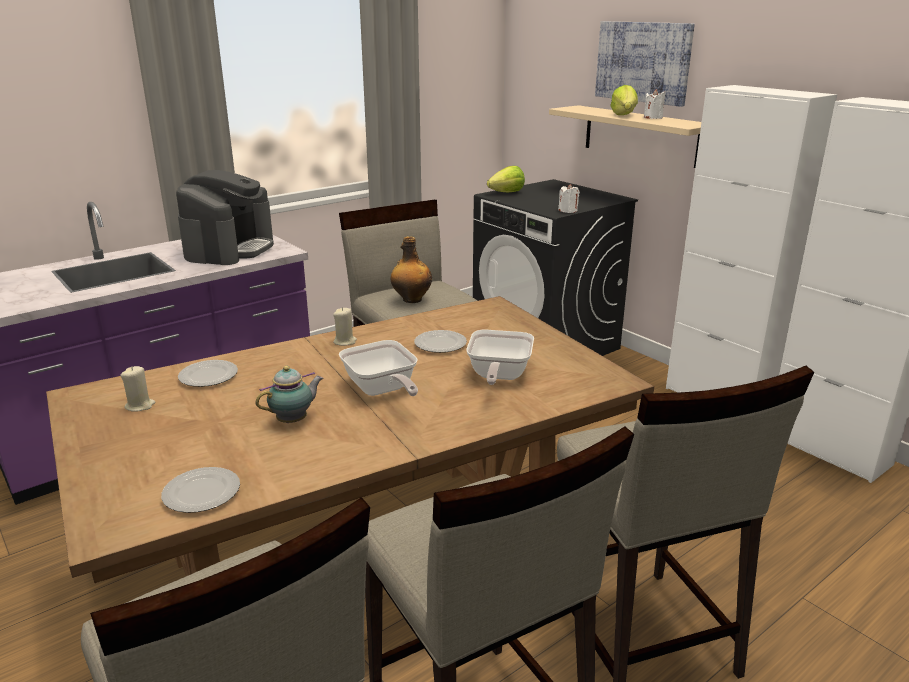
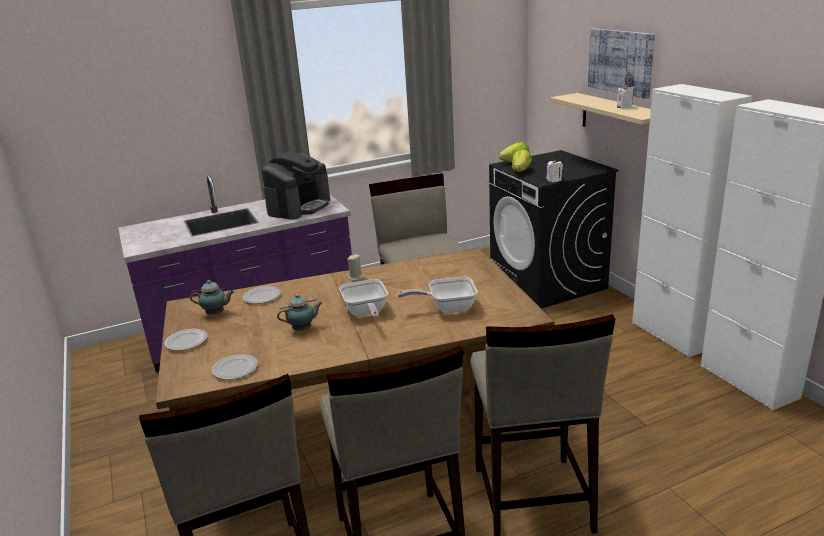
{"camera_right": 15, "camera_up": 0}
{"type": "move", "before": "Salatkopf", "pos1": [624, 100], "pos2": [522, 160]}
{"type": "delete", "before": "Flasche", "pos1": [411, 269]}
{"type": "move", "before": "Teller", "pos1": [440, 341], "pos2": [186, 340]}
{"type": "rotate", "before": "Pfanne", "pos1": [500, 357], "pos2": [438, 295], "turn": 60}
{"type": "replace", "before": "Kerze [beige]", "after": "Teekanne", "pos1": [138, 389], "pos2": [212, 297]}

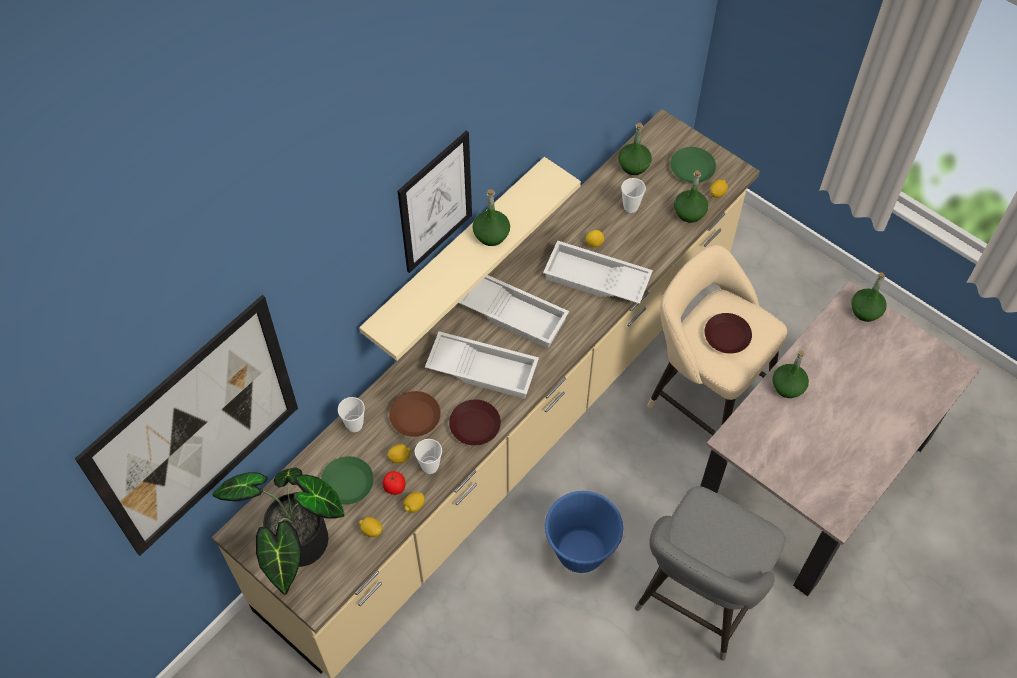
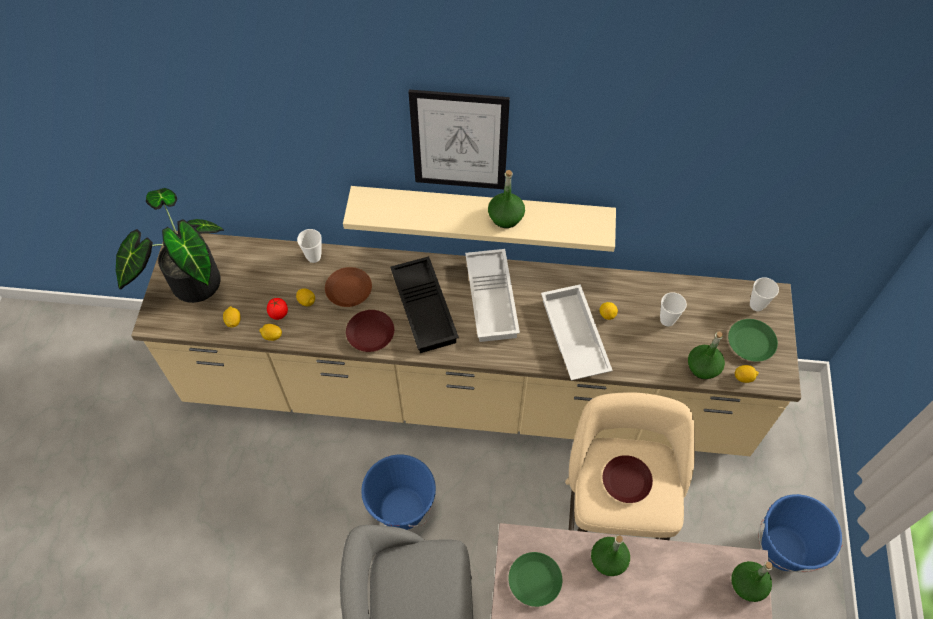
{"camera_right": 55, "camera_up": 0}
{"type": "delete", "before": "Flasche [grün]", "pos1": [635, 148]}
{"type": "delete", "before": "Bild", "pos1": [186, 425]}
{"type": "recolor", "before": "Tablett [weiß]", "after": "Tablett [schwarz]", "pos1": [482, 365], "pos2": [424, 304]}
{"type": "move", "before": "Tasse", "pos1": [428, 456], "pos2": [764, 294]}
{"type": "move", "before": "Teller [grün]", "pos1": [347, 480], "pos2": [535, 579]}
{"type": "insert", "after": "Eimer [blau]", "pos2": [800, 533]}

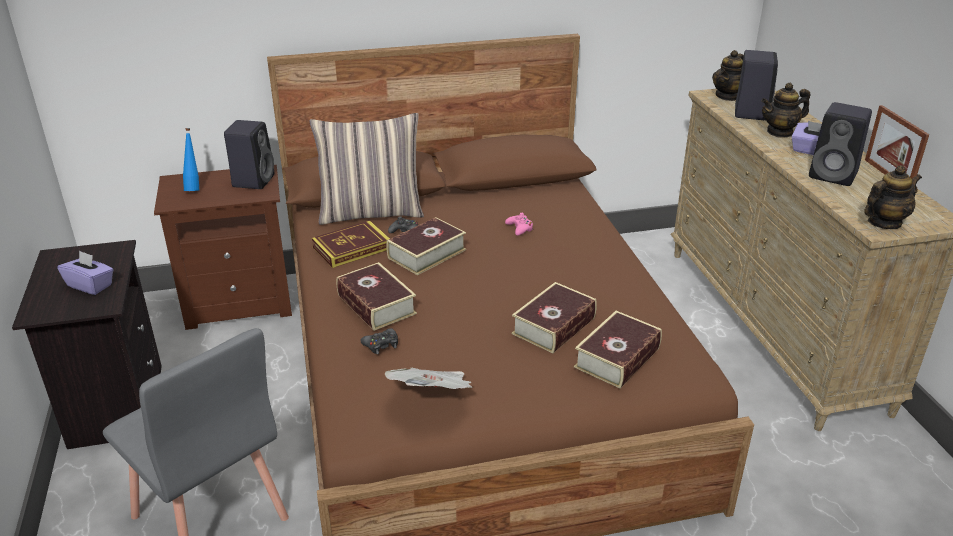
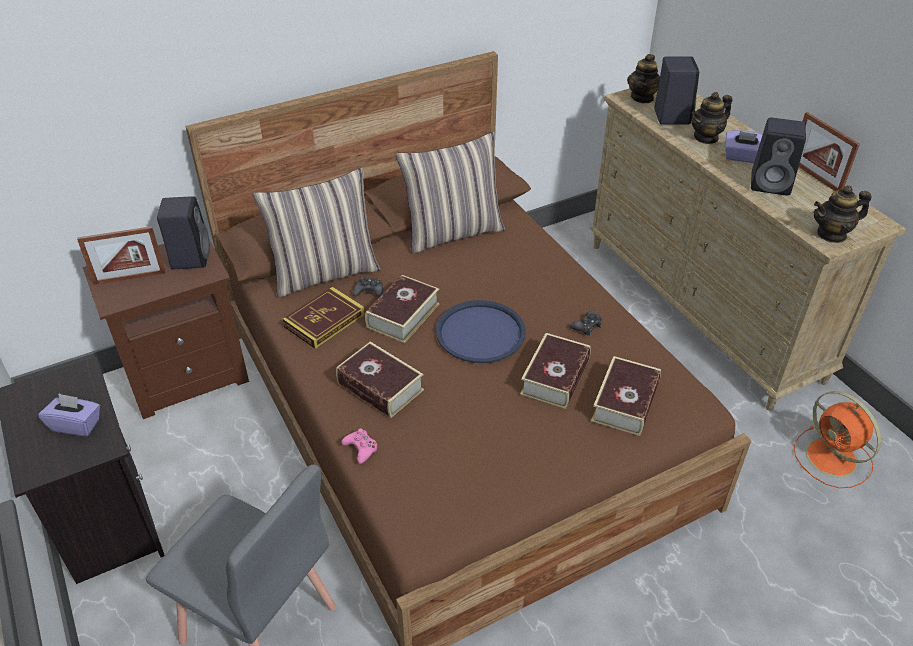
{"camera_right": -15, "camera_up": 10}
{"type": "replace", "before": "Flasche [blau]", "after": "Bilderrahmen", "pos1": [191, 159], "pos2": [121, 255]}
{"type": "rotate", "before": "Teekanne", "pos1": [893, 197], "pos2": [842, 214], "turn": -150}
{"type": "move", "before": "Gamepad [rosa]", "pos1": [519, 224], "pos2": [359, 446]}
{"type": "move", "before": "Gamepad [schwarz]", "pos1": [379, 341], "pos2": [586, 323]}
{"type": "delete", "before": "Zeitung", "pos1": [428, 378]}
{"type": "insert", "after": "Kissen", "pos2": [450, 193]}
{"type": "insert", "after": "Tablett [blau]", "pos2": [481, 331]}
{"type": "insert", "after": "Ventilator [orange]", "pos2": [837, 439]}

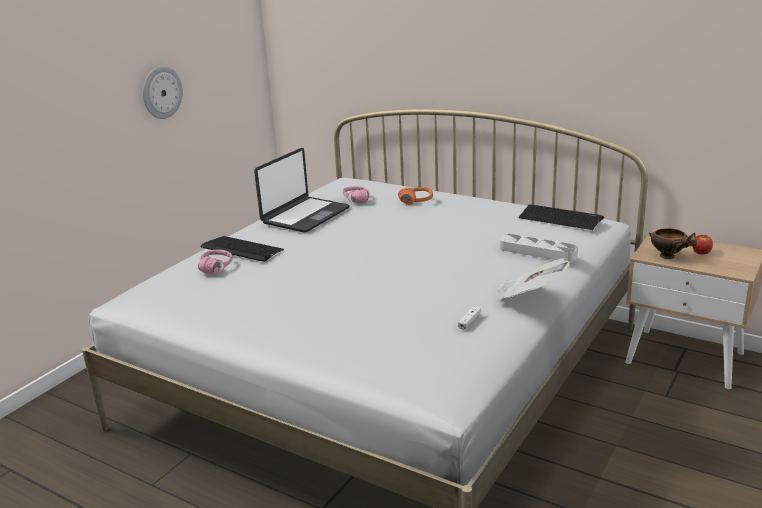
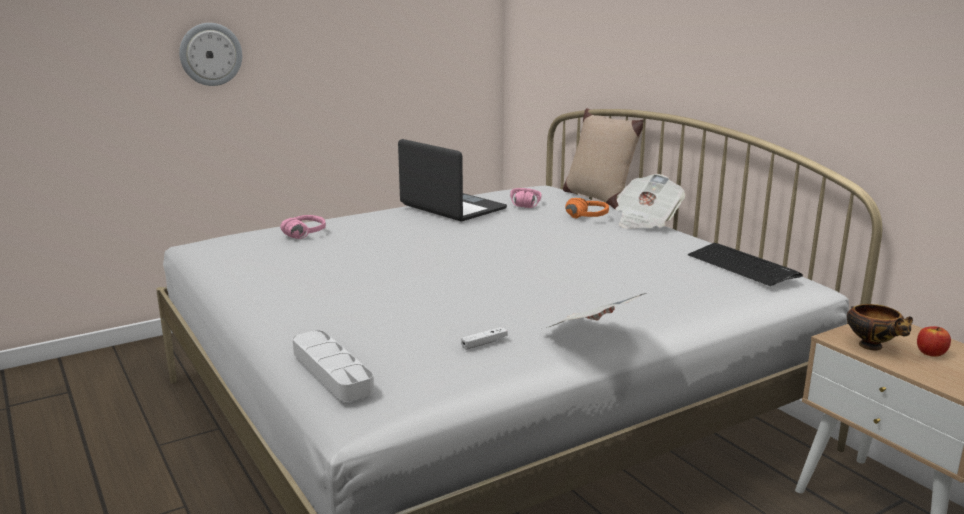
{"camera_right": 25, "camera_up": -5}
{"type": "move", "before": "Wanduhr", "pos1": [163, 92], "pos2": [210, 54]}
{"type": "rotate", "before": "Laptop", "pos1": [302, 190], "pos2": [452, 180], "turn": -105}
{"type": "move", "before": "Tablett [grau]", "pos1": [539, 248], "pos2": [333, 365]}
{"type": "delete", "before": "Tastatur", "pos1": [242, 249]}
{"type": "insert", "after": "Kissen [beige]", "pos2": [603, 159]}
{"type": "insert", "after": "Zeitung", "pos2": [650, 201]}

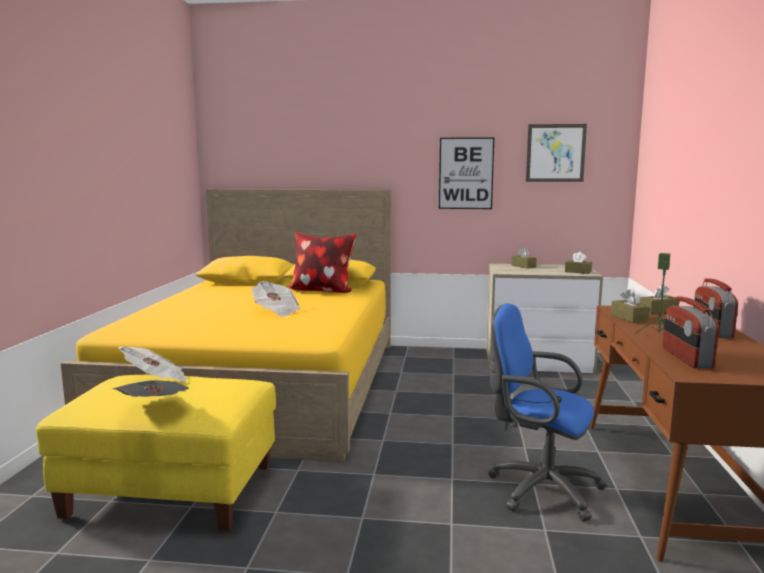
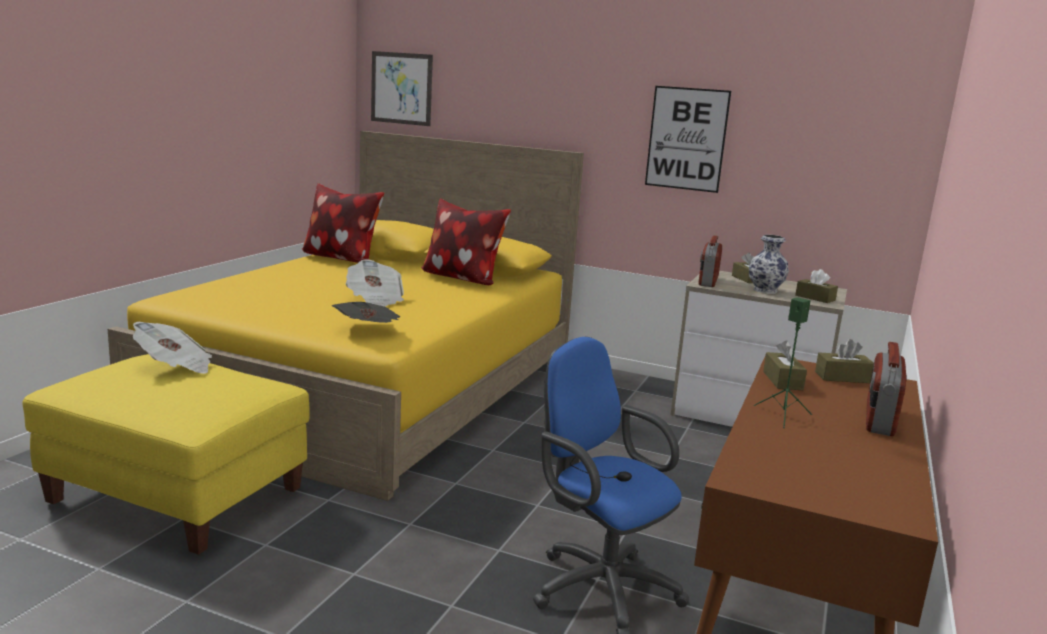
{"camera_right": 15, "camera_up": 5}
{"type": "move", "before": "Bild", "pos1": [556, 153], "pos2": [402, 88]}
{"type": "move", "before": "Radio", "pos1": [690, 332], "pos2": [710, 261]}
{"type": "move", "before": "Zeitung", "pos1": [150, 388], "pos2": [366, 312]}
{"type": "insert", "after": "Kissen", "pos2": [343, 223]}
{"type": "insert", "after": "Vase", "pos2": [769, 264]}

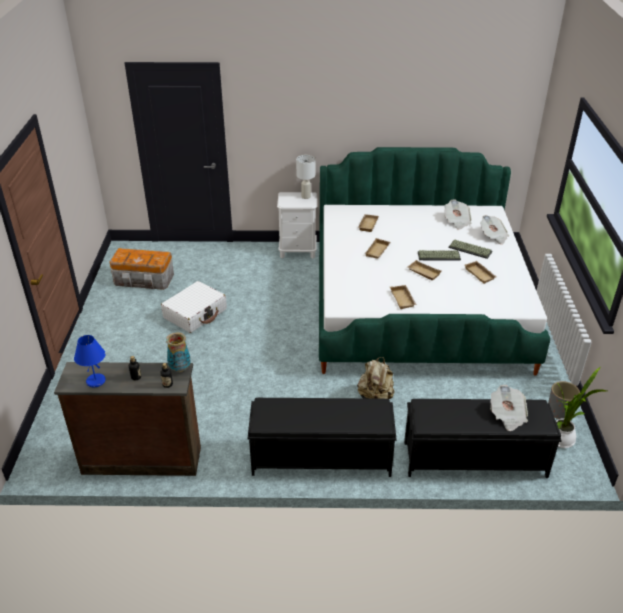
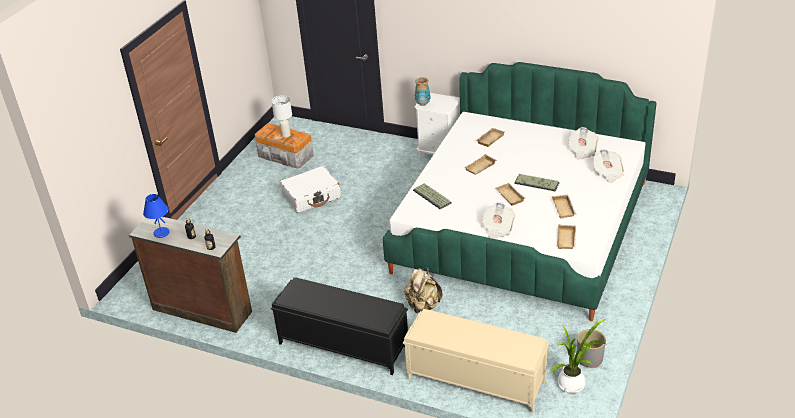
{"camera_right": 25, "camera_up": 0}
{"type": "move", "before": "Tischlampe [weiß]", "pos1": [305, 177], "pos2": [281, 116]}
{"type": "move", "before": "Tastatur", "pos1": [470, 249], "pos2": [432, 196]}
{"type": "move", "before": "Tablett [beige]", "pos1": [403, 297], "pos2": [566, 236]}
{"type": "move", "before": "Vase", "pos1": [178, 352], "pos2": [422, 91]}
{"type": "move", "before": "Zeitung", "pos1": [509, 408], "pos2": [499, 220]}
{"type": "recolor", "before": "Bank [schwarz]", "after": "Bank [beige]", "pos1": [483, 438], "pos2": [476, 361]}

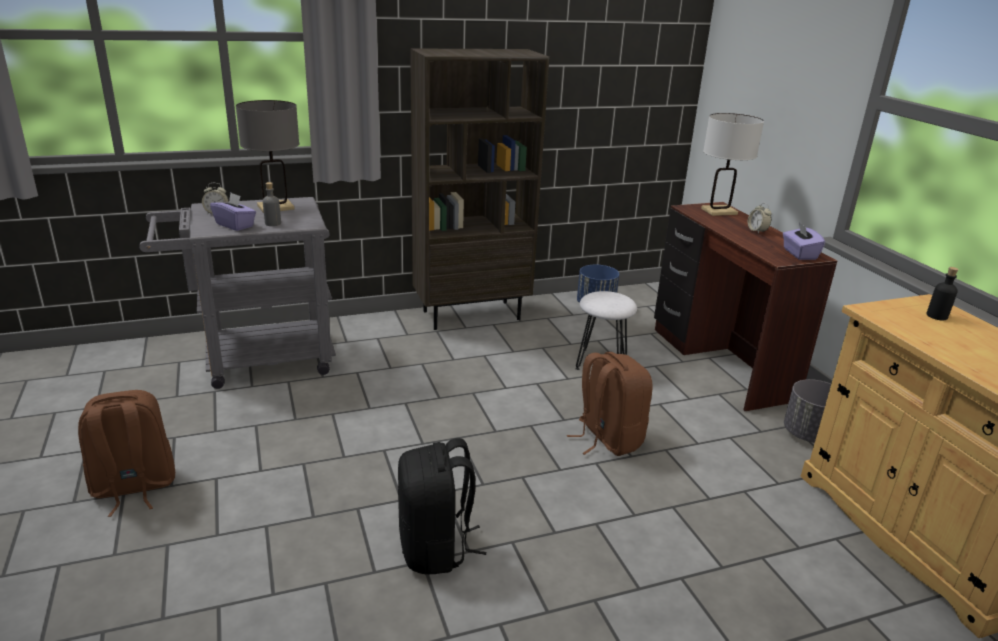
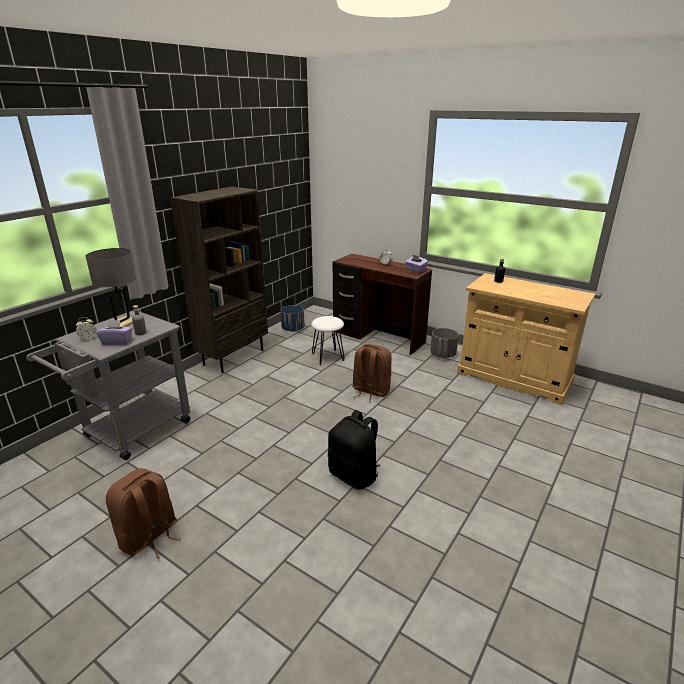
{"camera_right": -35, "camera_up": 0}
{"type": "delete", "before": "Tischlampe [weiß]", "pos1": [732, 164]}

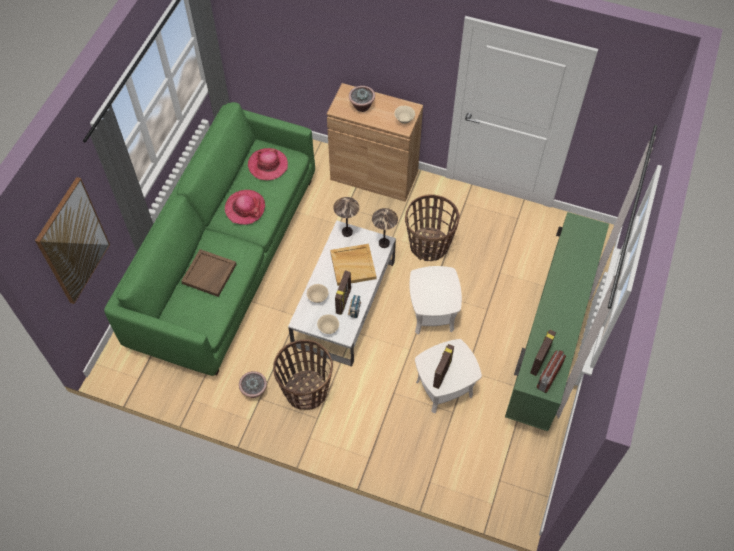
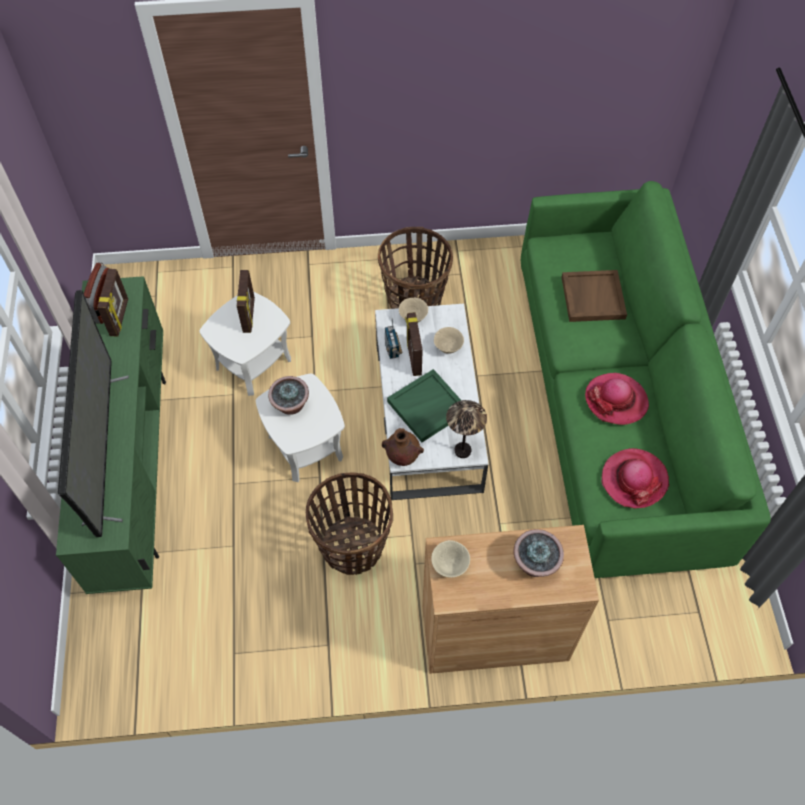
{"camera_right": 155, "camera_up": 0}
{"type": "delete", "before": "Bild", "pos1": [72, 240]}
{"type": "replace", "before": "Tischlampe", "after": "Vase [braun]", "pos1": [385, 228], "pos2": [403, 447]}
{"type": "recolor", "before": "Tablett [beige]", "after": "Tablett [grün]", "pos1": [353, 265], "pos2": [424, 405]}
{"type": "move", "before": "Topfpflanze", "pos1": [253, 384], "pos2": [288, 395]}
{"type": "insert", "after": "Fernseher", "pos2": [93, 413]}

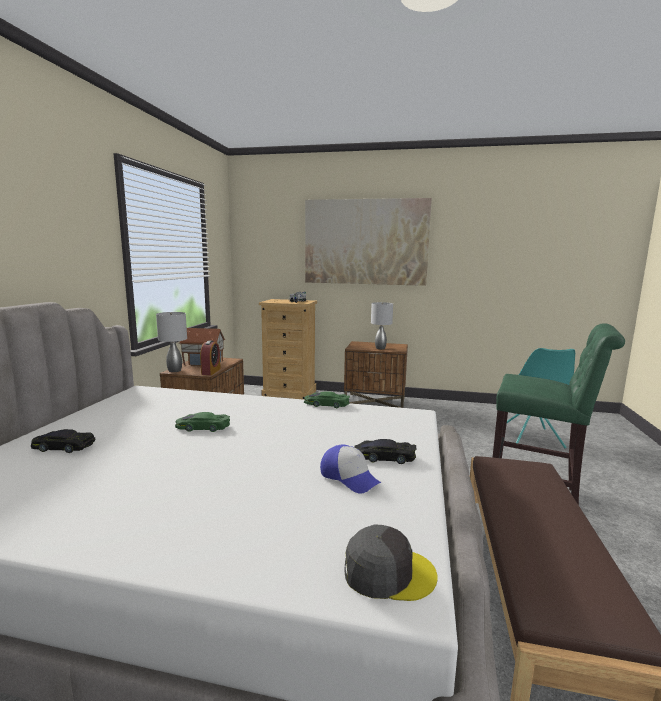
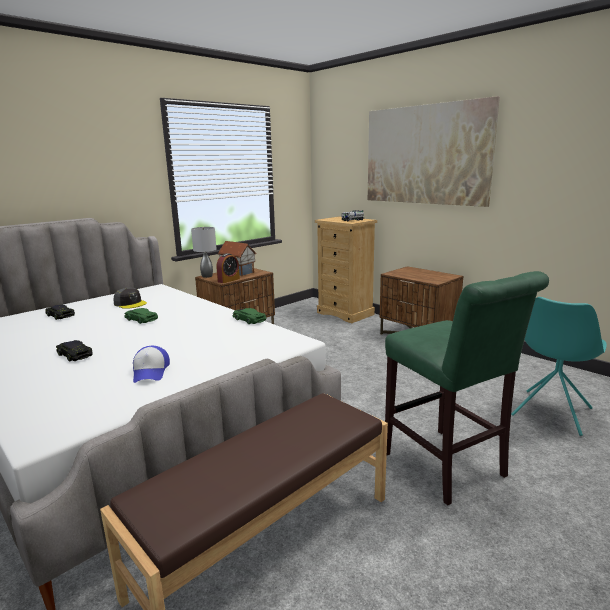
{"camera_right": 35, "camera_up": 5}
{"type": "delete", "before": "Tischlampe [grau]", "pos1": [382, 325]}
{"type": "move", "before": "Spielzeugauto [schwarz]", "pos1": [385, 451], "pos2": [74, 351]}
{"type": "move", "before": "Kappe [grau]", "pos1": [391, 563], "pos2": [130, 298]}

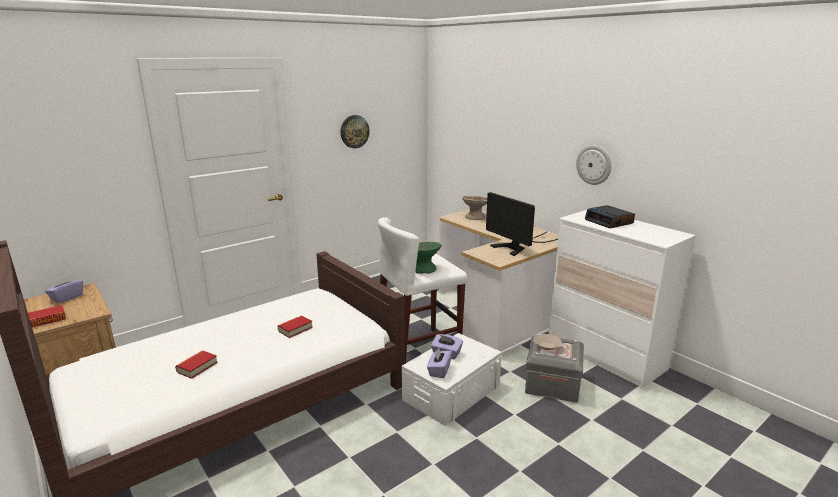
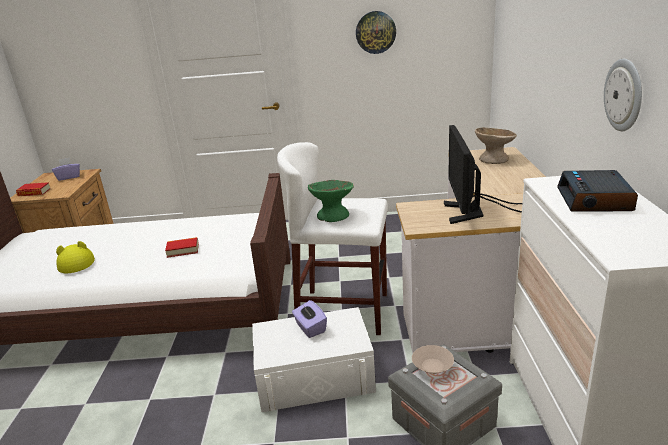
{"camera_right": 40, "camera_up": 5}
{"type": "delete", "before": "Taschentuchbox [lila]", "pos1": [439, 362]}
{"type": "replace", "before": "Buch", "after": "Hut [gelb]", "pos1": [196, 364], "pos2": [75, 257]}

